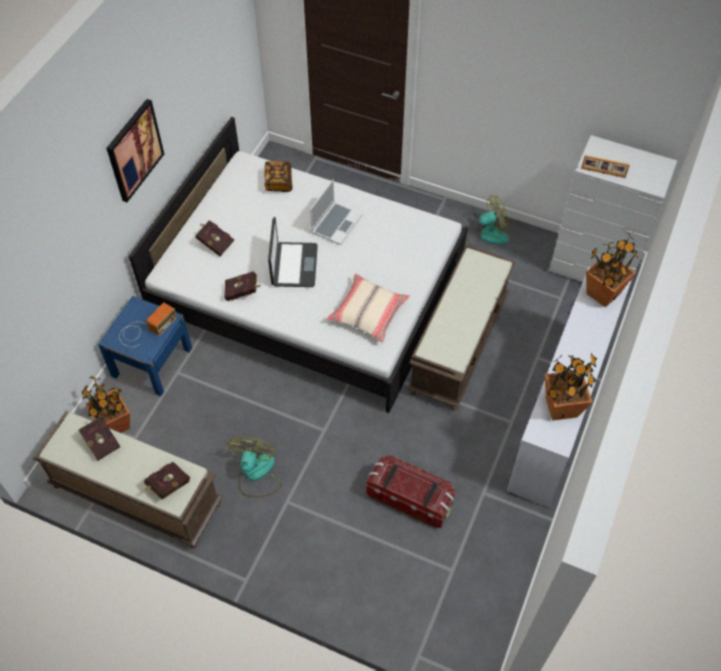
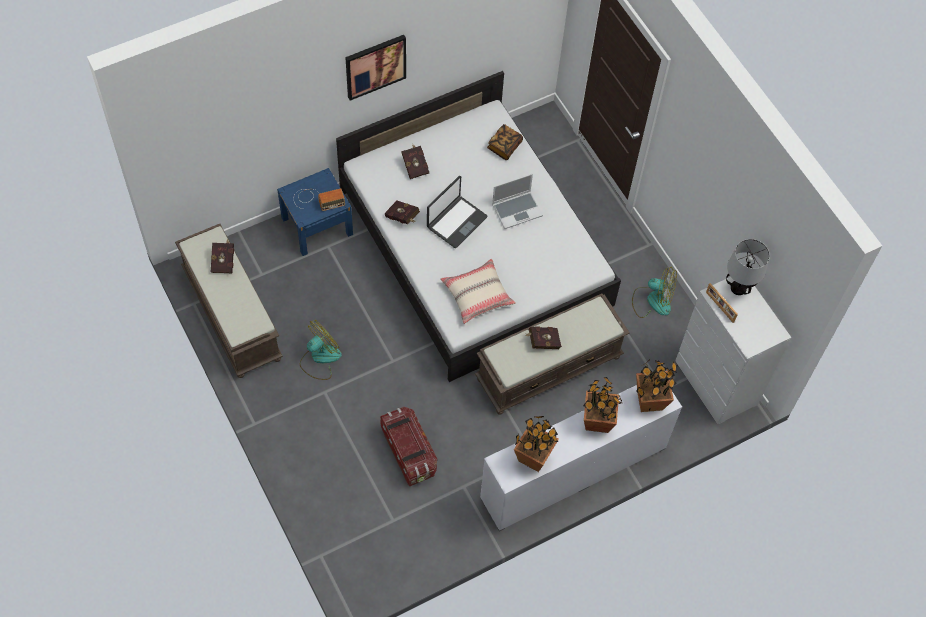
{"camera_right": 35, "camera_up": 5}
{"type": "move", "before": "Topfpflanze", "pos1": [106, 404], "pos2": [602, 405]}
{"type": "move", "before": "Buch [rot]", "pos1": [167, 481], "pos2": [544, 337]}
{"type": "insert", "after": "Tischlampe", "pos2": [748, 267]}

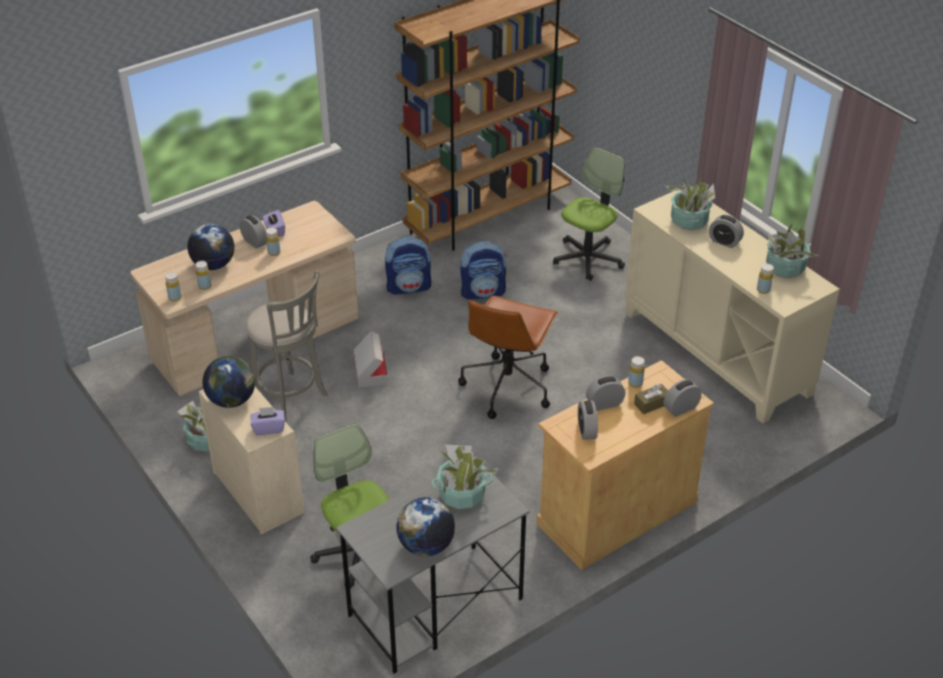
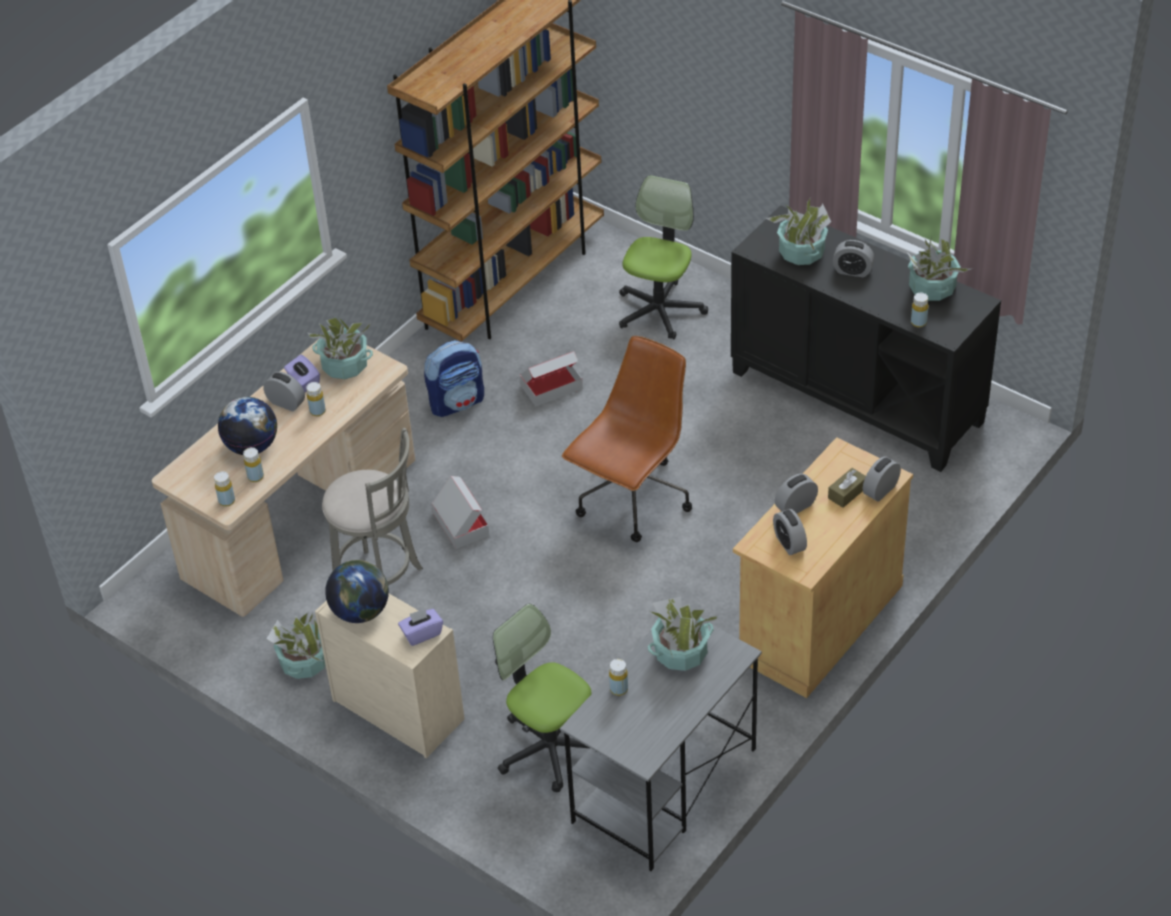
{"camera_right": -15, "camera_up": 5}
{"type": "recolor", "before": "Schrank [beige]", "after": "Schrank [schwarz]", "pos1": [732, 307], "pos2": [866, 338]}
{"type": "replace", "before": "Rucksack", "after": "Karton", "pos1": [483, 270], "pos2": [551, 379]}
{"type": "rotate", "before": "Bürostuhl [braun]", "pos1": [508, 357], "pos2": [627, 439], "turn": -150}
{"type": "move", "before": "Flasche [gelb]", "pos1": [636, 372], "pos2": [618, 677]}
{"type": "delete", "before": "Globus", "pos1": [425, 526]}
{"type": "insert", "after": "Topfpflanze", "pos2": [340, 348]}

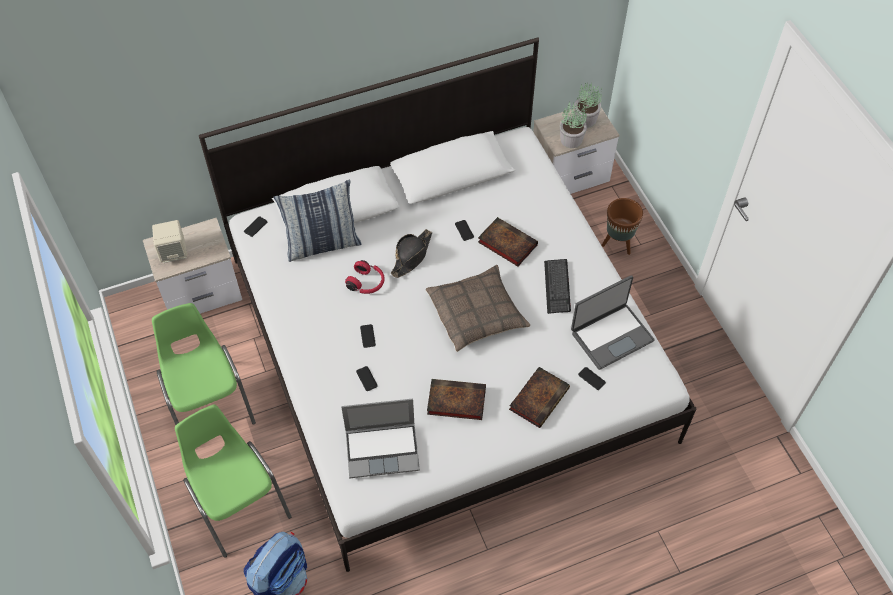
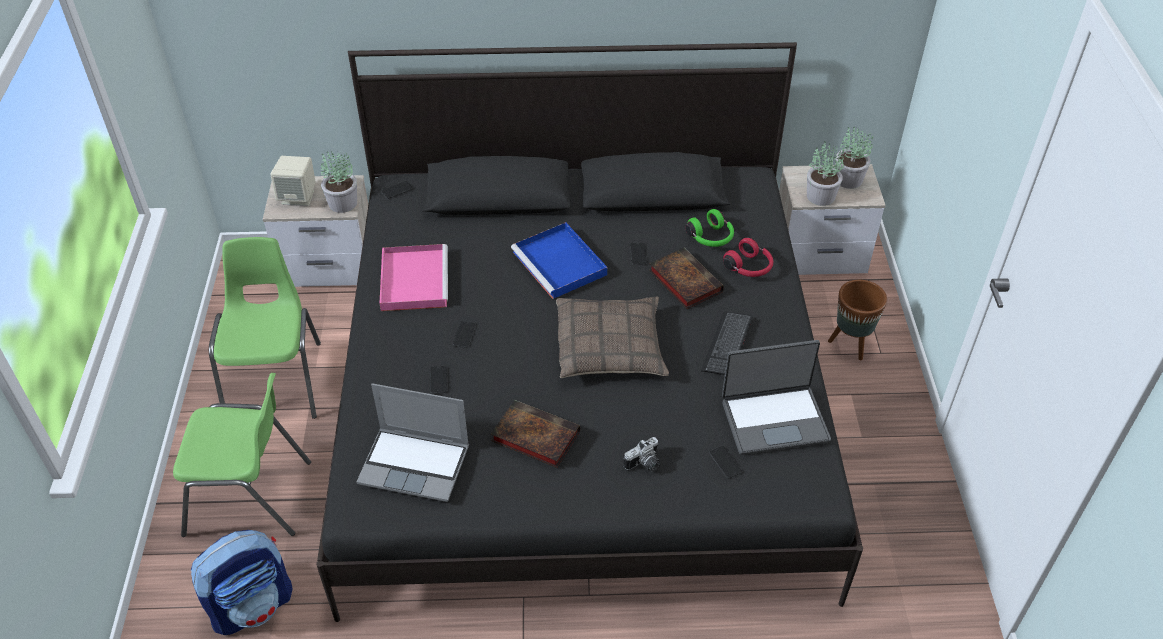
{"camera_right": 20, "camera_up": -10}
{"type": "recolor", "before": "Bett [weiß]", "after": "Bett [schwarz]", "pos1": [447, 304], "pos2": [589, 332]}
{"type": "delete", "before": "Kissen", "pos1": [318, 221]}
{"type": "replace", "before": "Hut [schwarz]", "after": "Tablett [blau]", "pos1": [411, 253], "pos2": [559, 260]}
{"type": "move", "before": "Kopfhörer [rot]", "pos1": [365, 277], "pos2": [748, 257]}
{"type": "replace", "before": "Buch", "after": "Kamera", "pos1": [539, 397], "pos2": [641, 454]}
{"type": "rotate", "before": "Stuhl [grün]", "pos1": [233, 481], "pos2": [242, 455], "turn": 105}
{"type": "insert", "after": "Topfpflanze", "pos2": [338, 182]}
{"type": "insert", "after": "Kopfhörer [grün]", "pos2": [710, 228]}
{"type": "insert", "after": "Tablett [rosa]", "pos2": [413, 277]}

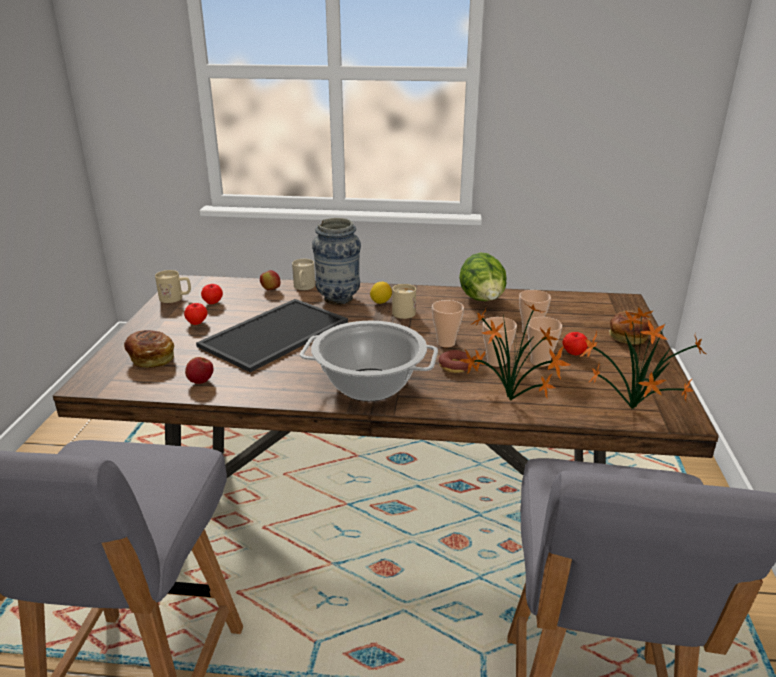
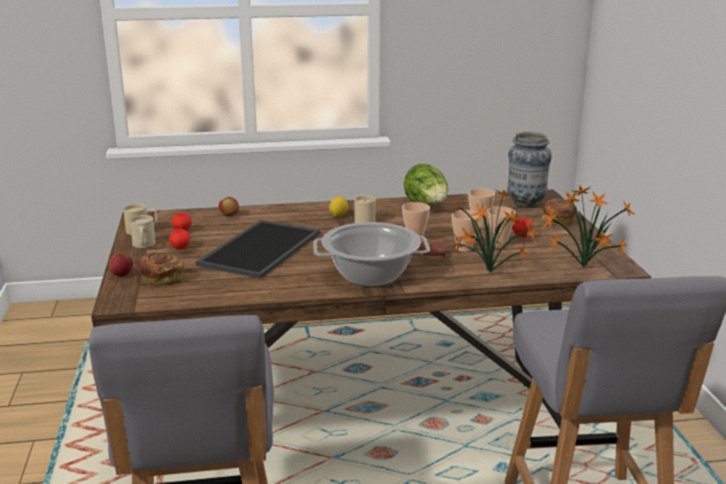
{"camera_right": -15, "camera_up": -5}
{"type": "move", "before": "Vase", "pos1": [336, 261], "pos2": [529, 169]}
{"type": "move", "before": "Henkelbecher [beige]", "pos1": [303, 274], "pos2": [143, 231]}
{"type": "move", "before": "Apfel", "pos1": [199, 370], "pos2": [120, 264]}

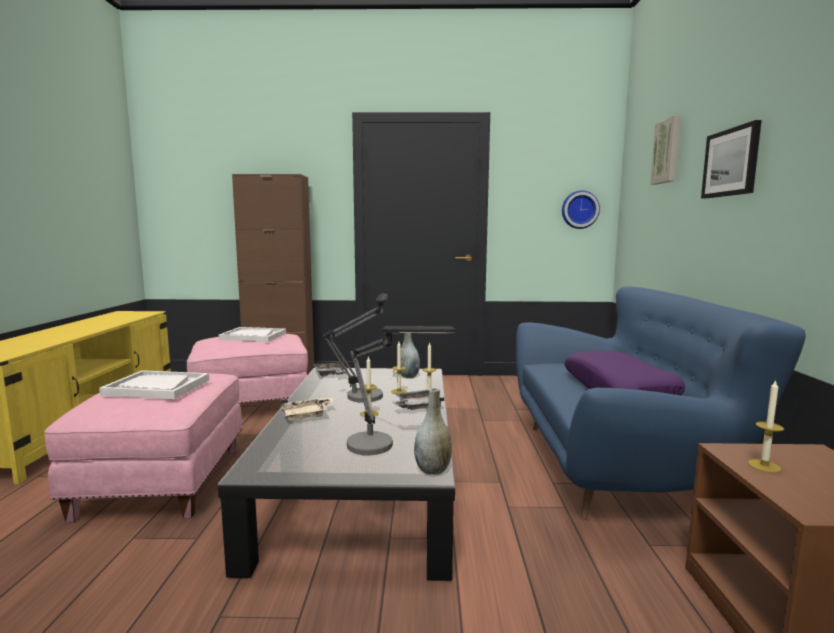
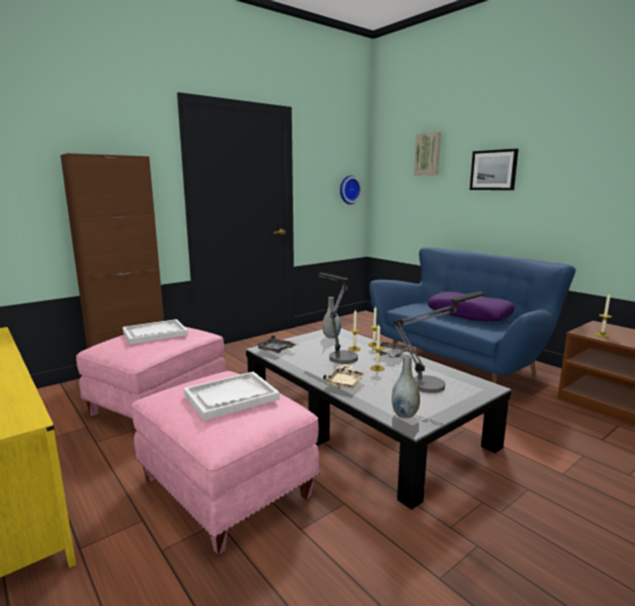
{"camera_right": -40, "camera_up": 5}
{"type": "move", "before": "Vase [grau]", "pos1": [433, 431], "pos2": [406, 386]}

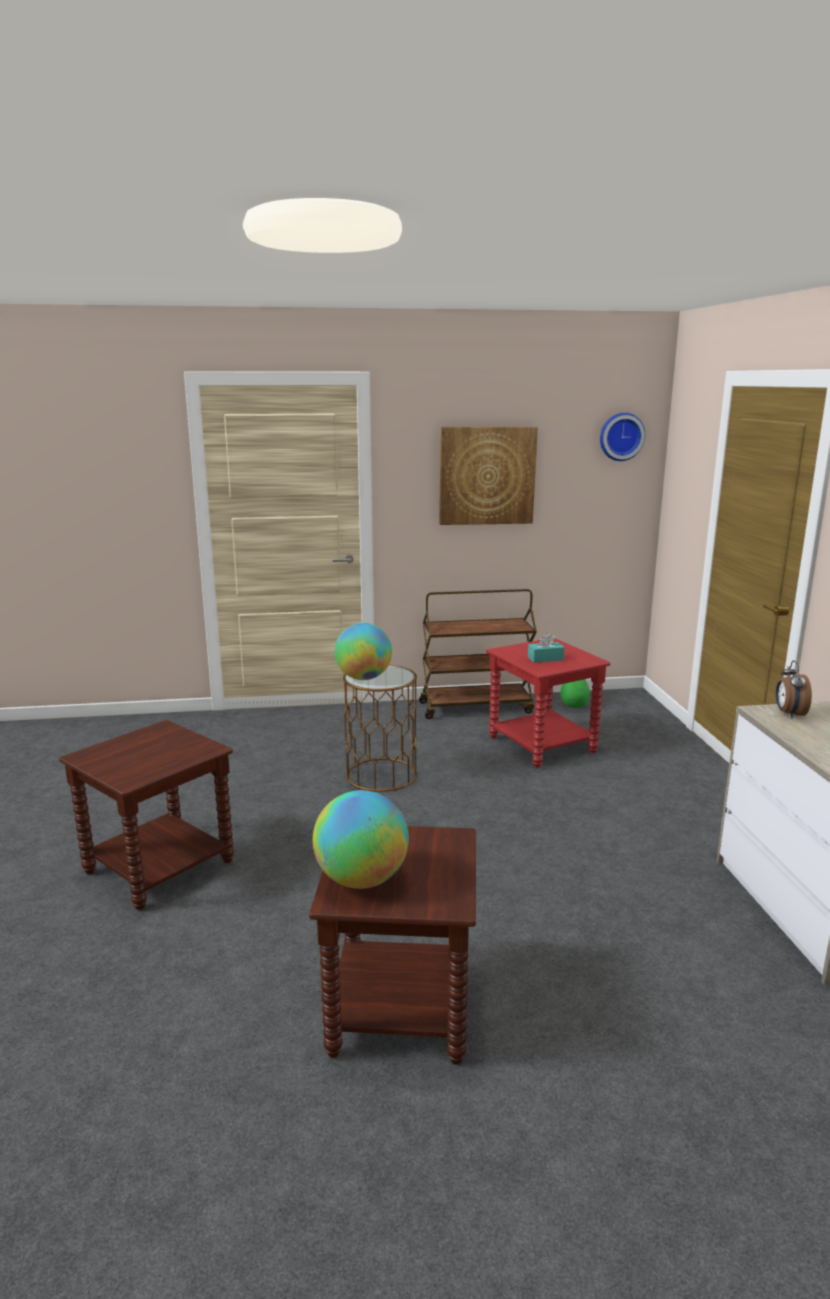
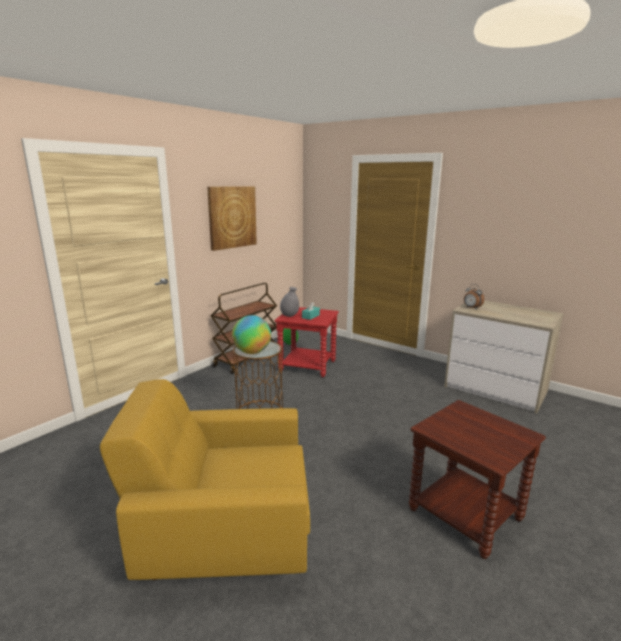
{"camera_right": -45, "camera_up": 0}
{"type": "delete", "before": "Wanduhr", "pos1": [622, 437]}
{"type": "replace", "before": "Beistelltisch [braun]", "after": "Sessel [gelb]", "pos1": [146, 815], "pos2": [205, 479]}
{"type": "delete", "before": "Globus", "pos1": [361, 839]}
{"type": "insert", "after": "Vase [grau]", "pos2": [289, 302]}

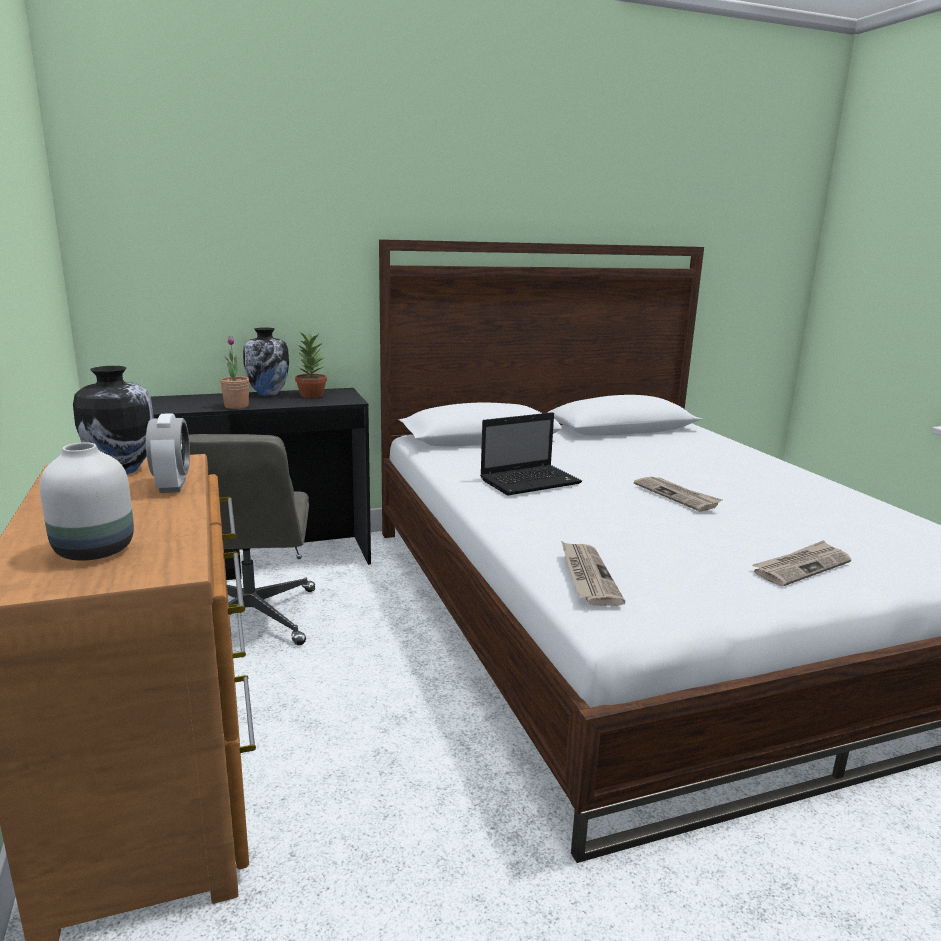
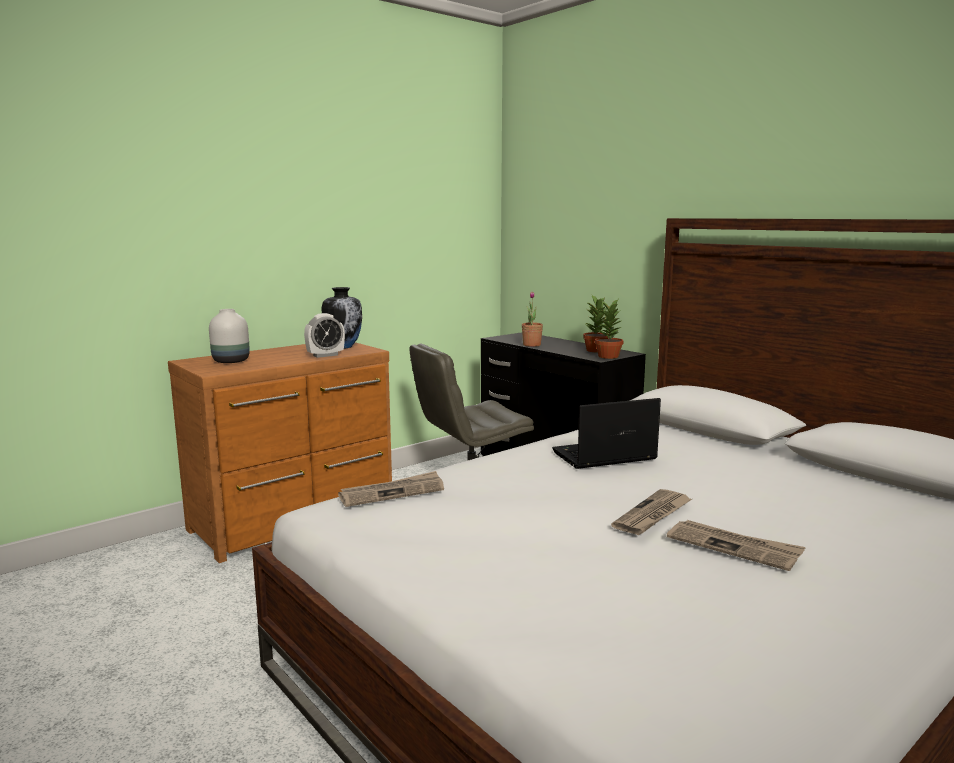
{"camera_right": 70, "camera_up": -5}
{"type": "delete", "before": "Vase", "pos1": [266, 361]}
{"type": "rotate", "before": "Laptop", "pos1": [531, 454], "pos2": [606, 433], "turn": 120}
{"type": "move", "before": "Zeitung", "pos1": [801, 563], "pos2": [736, 545]}
{"type": "insert", "after": "Topfpflanze", "pos2": [609, 329]}

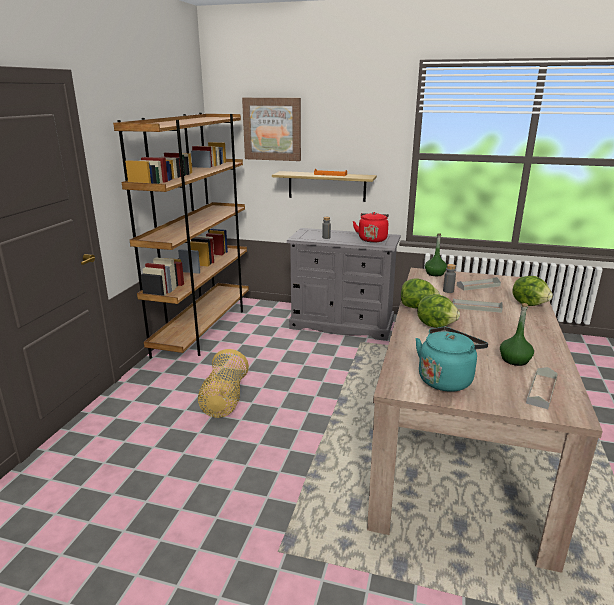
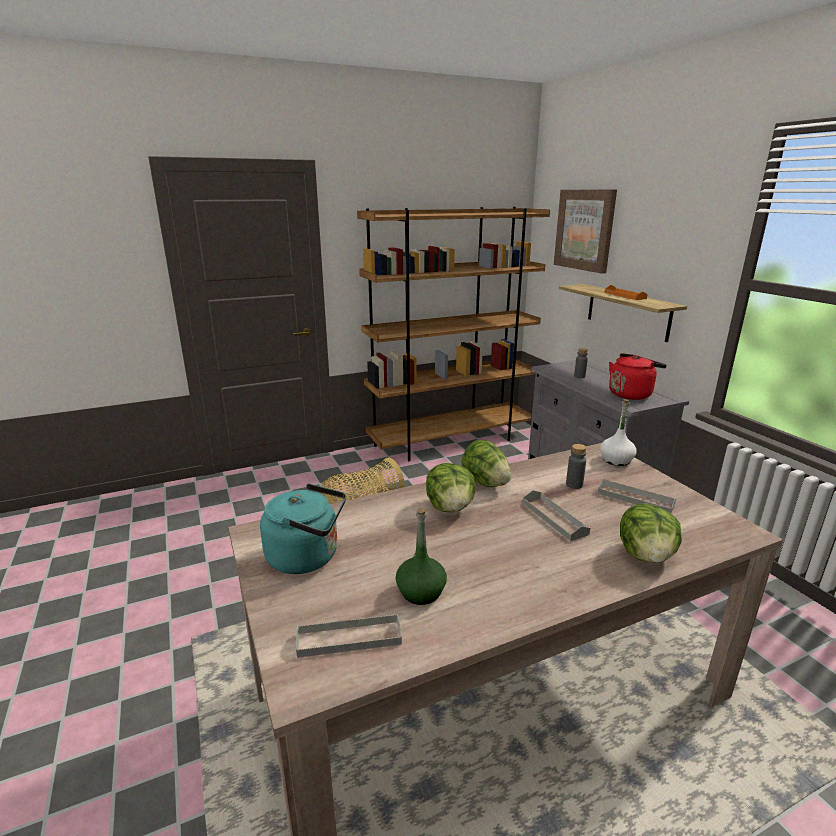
{"camera_right": 50, "camera_up": 0}
{"type": "recolor", "before": "Flasche [grün]", "after": "Flasche [weiß]", "pos1": [436, 254], "pos2": [618, 432]}

